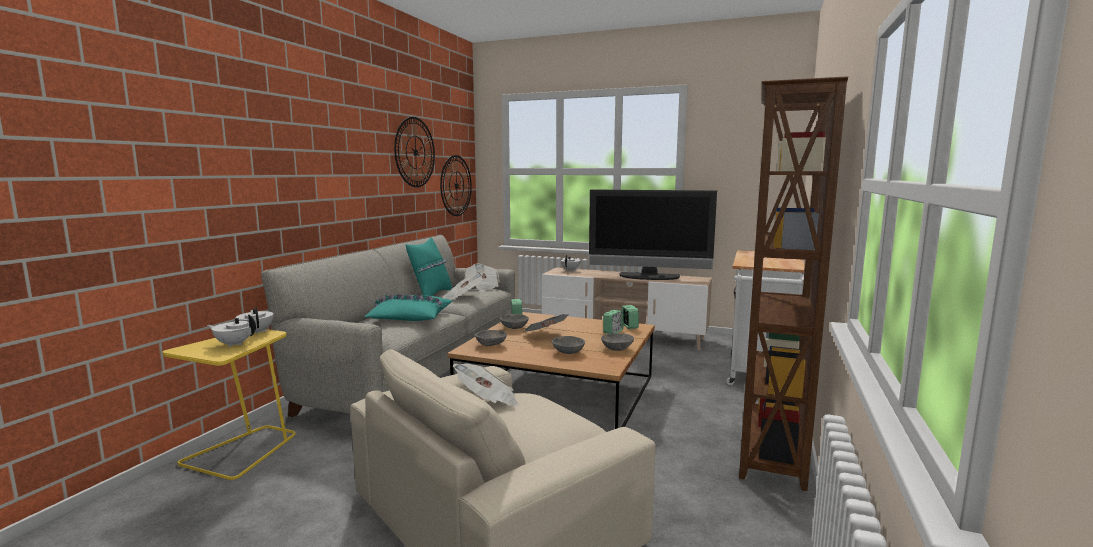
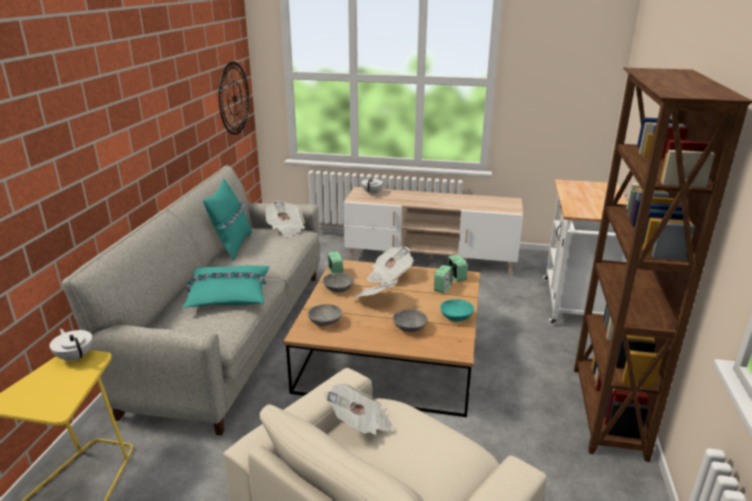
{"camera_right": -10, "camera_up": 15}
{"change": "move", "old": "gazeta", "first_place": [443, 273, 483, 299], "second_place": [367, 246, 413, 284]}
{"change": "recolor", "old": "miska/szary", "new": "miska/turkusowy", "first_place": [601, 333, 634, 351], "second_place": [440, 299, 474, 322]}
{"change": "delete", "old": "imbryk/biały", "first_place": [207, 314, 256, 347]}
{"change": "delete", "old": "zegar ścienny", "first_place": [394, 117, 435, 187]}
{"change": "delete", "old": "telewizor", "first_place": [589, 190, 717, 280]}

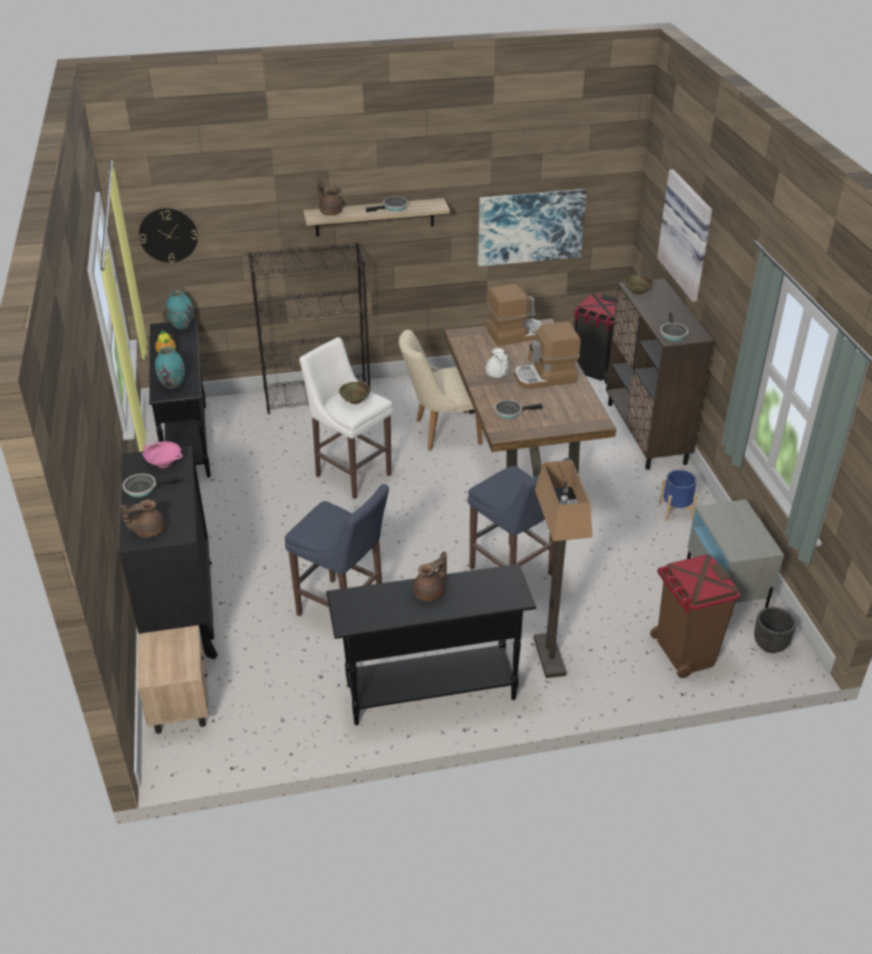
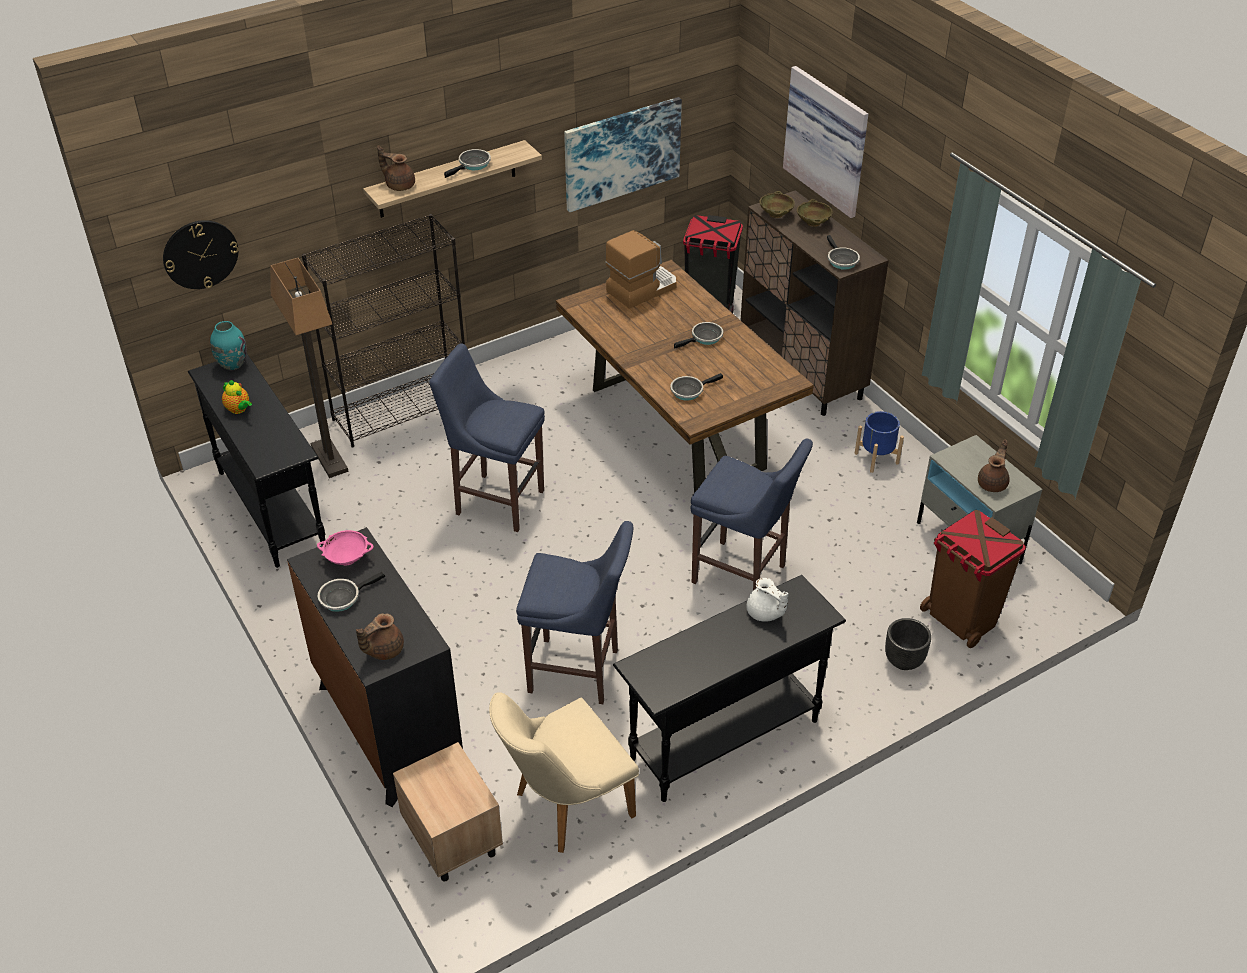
{"camera_right": -20, "camera_up": 5}
{"change": "move", "old": "lampa stojąca", "first_place": [534, 460, 593, 678], "second_place": [270, 258, 349, 478]}
{"change": "recolor", "old": "stołek/biały", "new": "stołek/niebieski", "first_place": [299, 337, 393, 499], "second_place": [429, 344, 545, 532]}
{"change": "move", "old": "krzesło/beżowy", "first_place": [399, 330, 482, 450], "second_place": [489, 692, 639, 853]}
{"change": "replace", "old": "ekspres do kawy", "new": "patelnia", "first_place": [514, 322, 581, 389], "second_place": [674, 322, 723, 349]}
{"change": "move", "old": "imbryk/biały", "first_place": [486, 348, 509, 378], "second_place": [747, 578, 788, 622]}
{"change": "move", "old": "miska/beżowy", "first_place": [339, 381, 370, 404], "second_place": [797, 199, 833, 227]}
{"change": "move", "old": "donica/czarny", "first_place": [754, 607, 796, 653], "second_place": [885, 618, 931, 670]}
{"change": "move", "old": "imbryk/brązowy", "first_place": [413, 551, 447, 601], "second_place": [978, 440, 1010, 492]}
{"change": "delete", "old": "wazon/turkusowy", "first_place": [155, 347, 185, 389]}

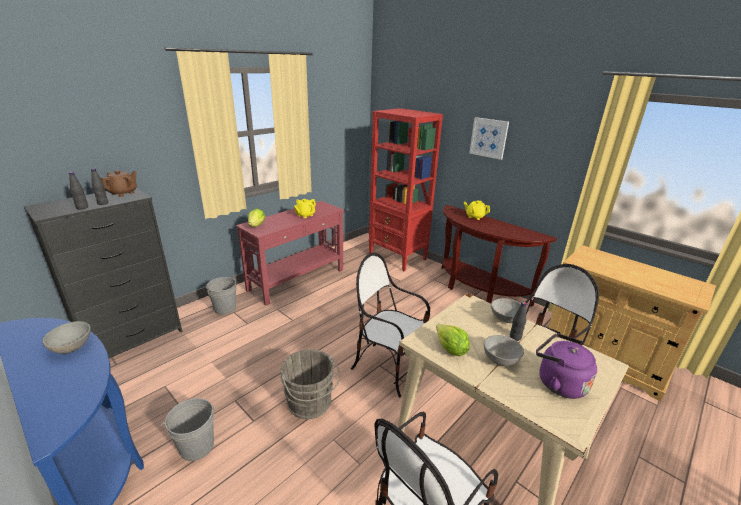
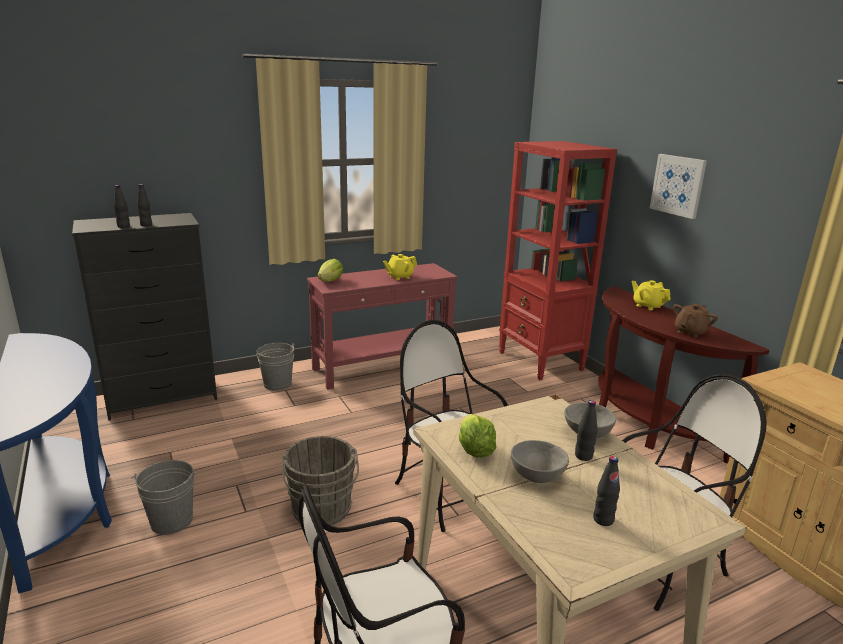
{"camera_right": 20, "camera_up": -5}
{"change": "replace", "old": "czajnik/fioletowy", "new": "butelka/czarny", "first_place": [536, 334, 597, 399], "second_place": [593, 456, 620, 526]}
{"change": "move", "old": "imbryk/brązowy", "first_place": [101, 170, 137, 197], "second_place": [673, 304, 718, 338]}
{"change": "delete", "old": "miska/szary", "first_place": [43, 321, 91, 354]}

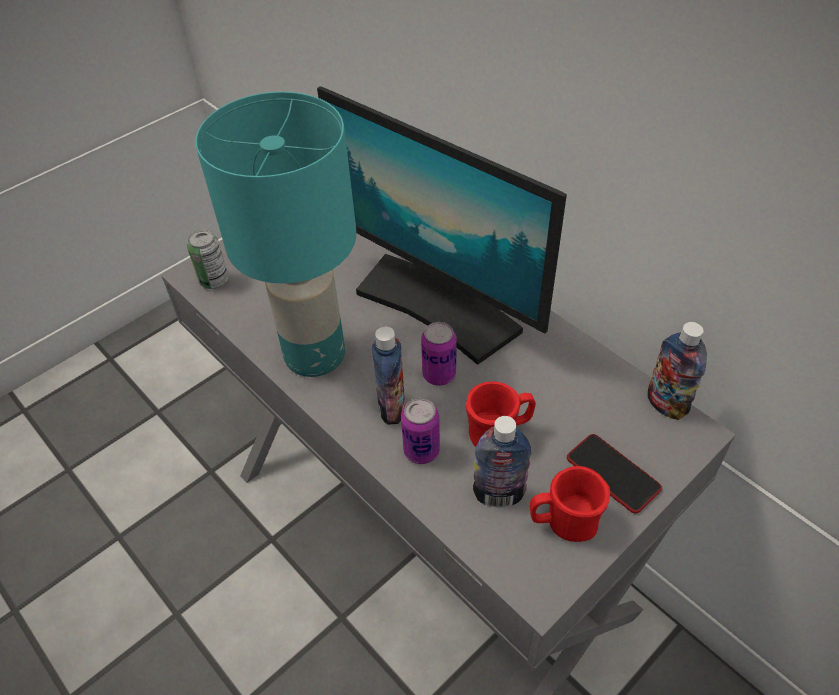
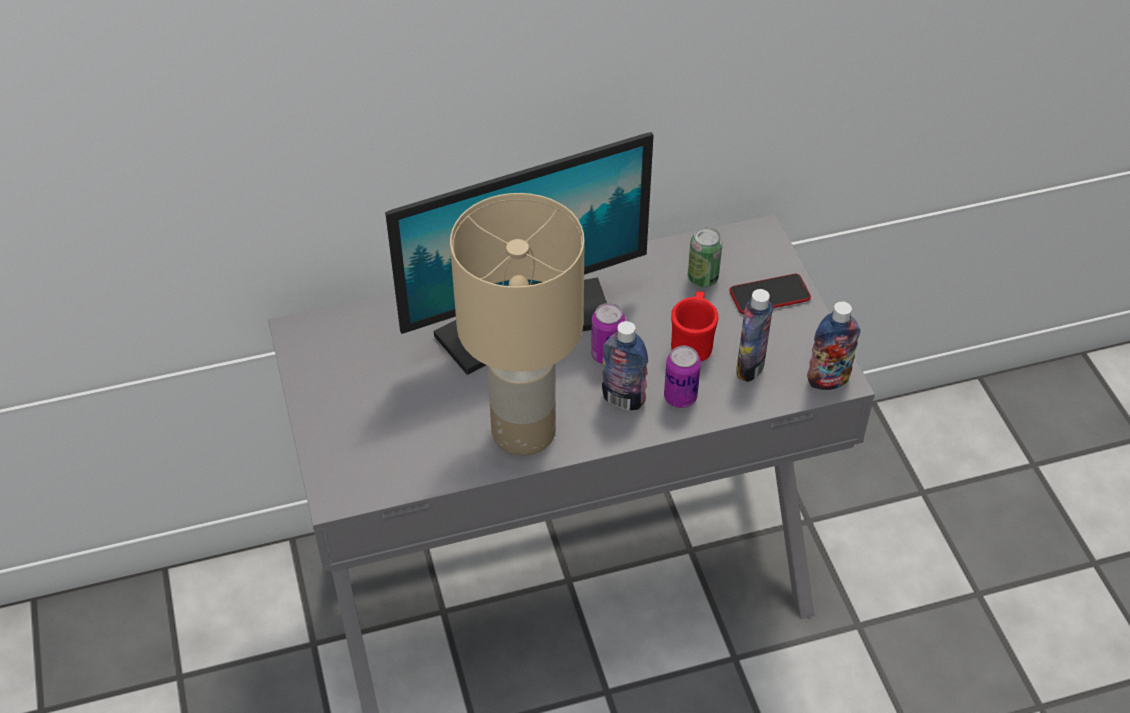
{"camera_right": -65, "camera_up": 0}
{"change": "recolor", "old": "lampa stołowa/turkusowy", "new": "lampa stołowa/beżowy", "first_place": [195, 92, 356, 377], "second_place": [450, 193, 584, 456]}
{"change": "move", "old": "puszka", "first_place": [187, 230, 229, 289], "second_place": [688, 227, 722, 287]}
{"change": "move", "old": "butelka", "first_place": [647, 322, 707, 420], "second_place": [807, 302, 860, 390]}
{"change": "delete", "old": "kubek/czerwony", "first_place": [530, 466, 610, 542]}

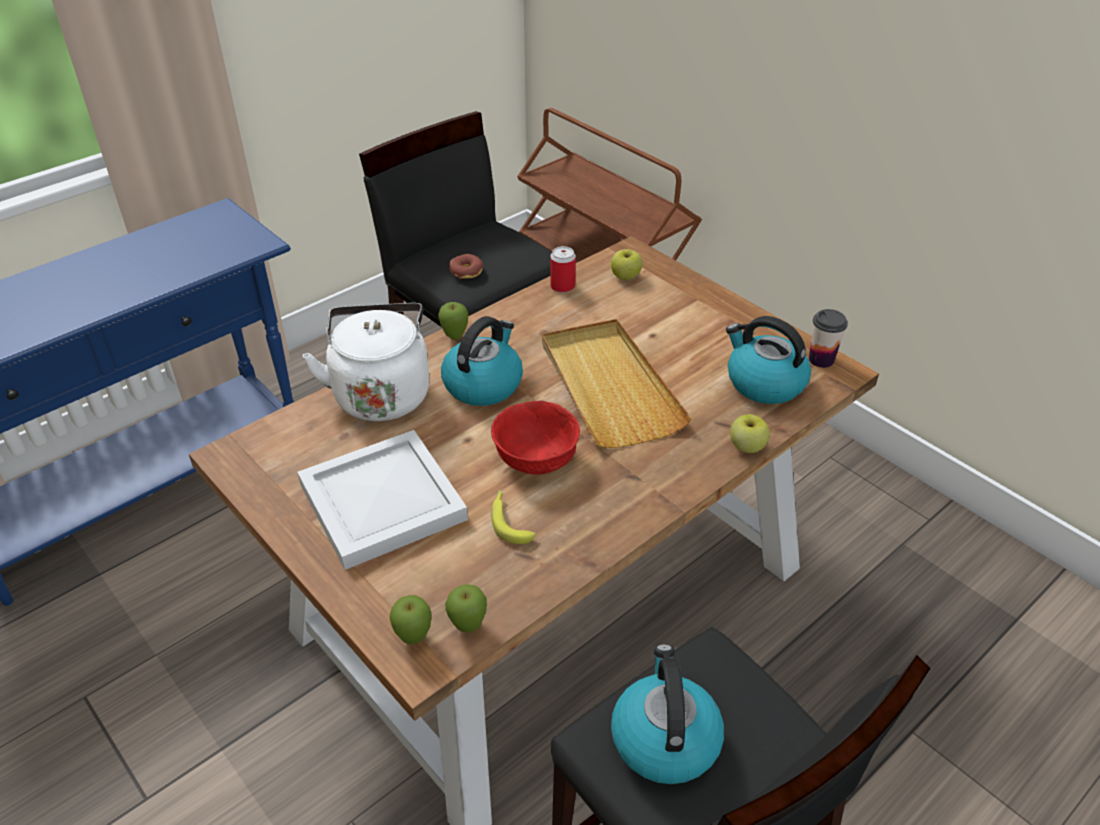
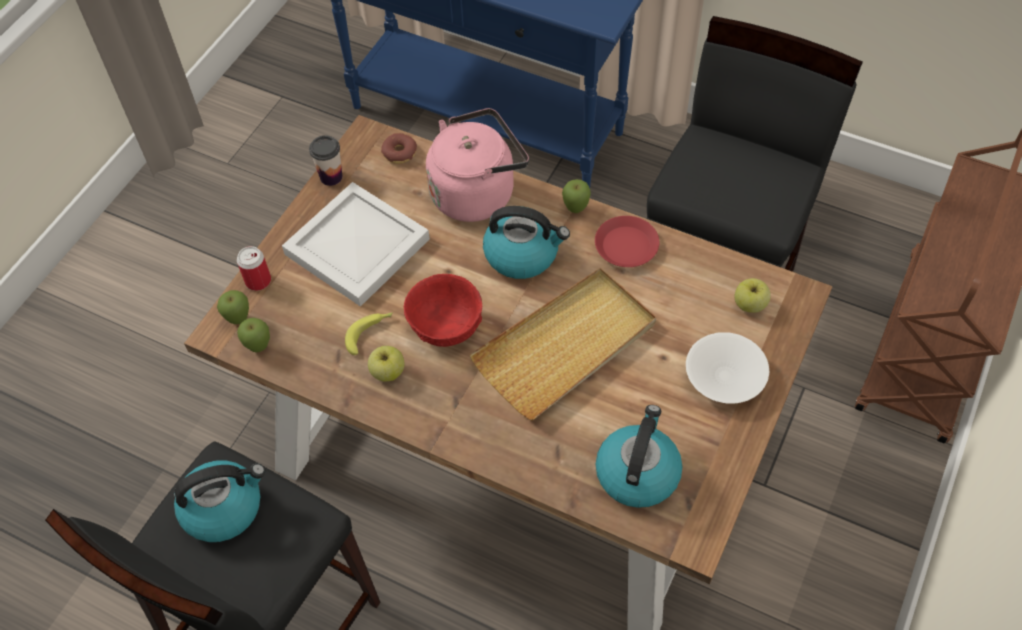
{"camera_right": 70, "camera_up": 15}
{"change": "move", "old": "puszka", "first_place": [550, 246, 576, 293], "second_place": [237, 246, 271, 291]}
{"change": "move", "old": "filiżanka", "first_place": [809, 309, 848, 368], "second_place": [309, 135, 342, 186]}
{"change": "move", "old": "jabłko", "first_place": [730, 414, 770, 453], "second_place": [368, 346, 404, 381]}
{"change": "move", "old": "donut", "first_place": [449, 254, 483, 279], "second_place": [381, 133, 417, 164]}
{"change": "recolor", "old": "czajnik/biały", "new": "czajnik/różowy", "first_place": [303, 303, 430, 421], "second_place": [426, 108, 529, 222]}
{"change": "insert", "new": "talerz/czerwony", "second_place": [595, 216, 659, 267]}
{"change": "insert", "new": "miska/biały", "second_place": [686, 332, 769, 403]}

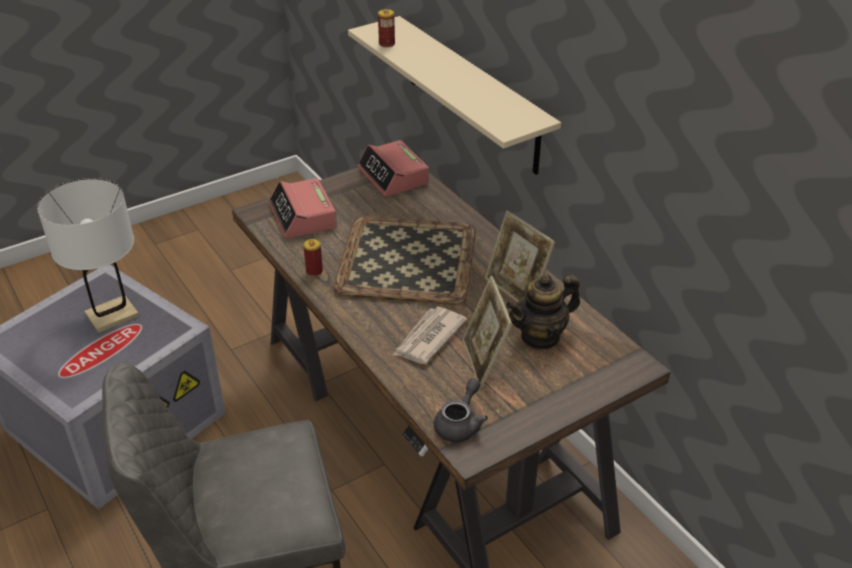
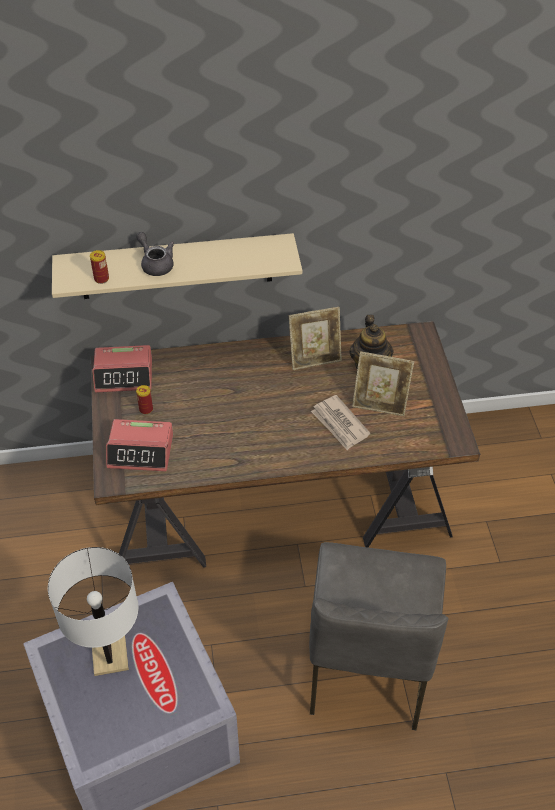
{"camera_right": -65, "camera_up": 10}
{"change": "move", "old": "imbryk/szary", "first_place": [434, 378, 488, 442], "second_place": [136, 232, 174, 276]}
{"change": "move", "old": "puszka", "first_place": [303, 239, 323, 276], "second_place": [136, 385, 153, 414]}
{"change": "delete", "old": "taca", "first_place": [333, 216, 476, 305]}

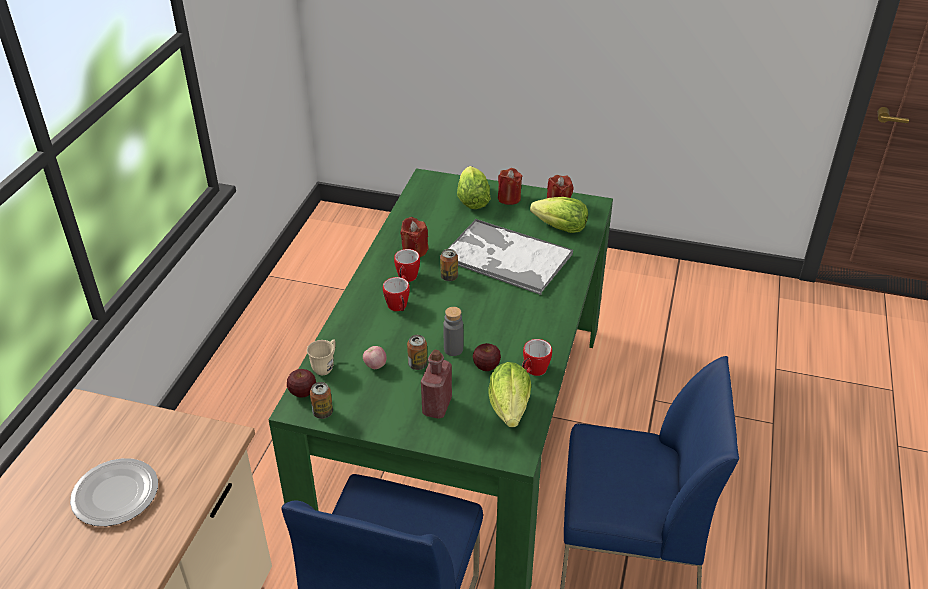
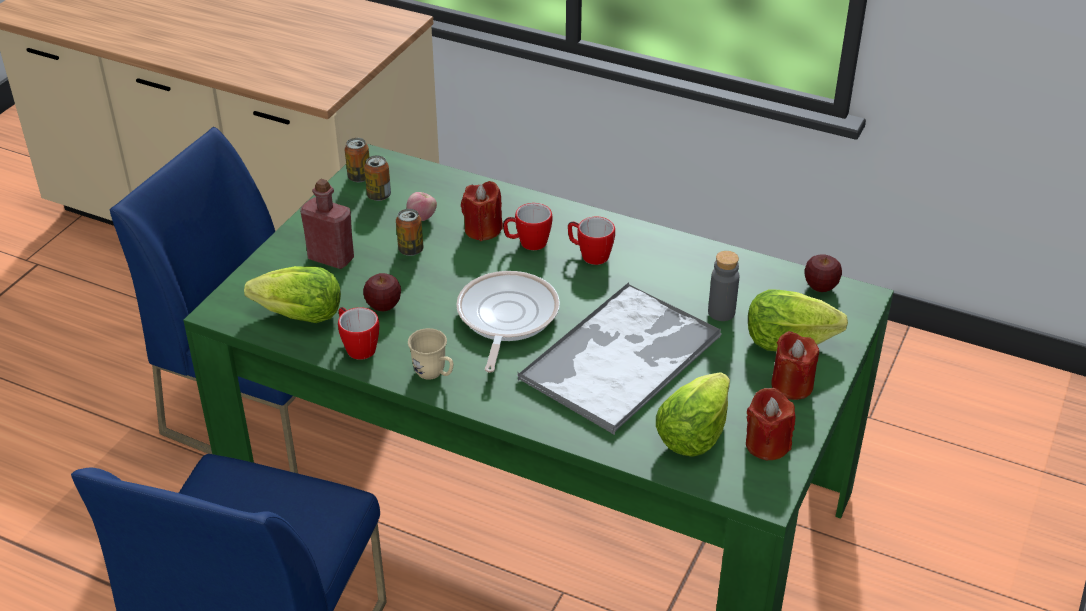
{"camera_right": 100, "camera_up": 0}
{"change": "move", "old": "puszka", "first_place": [440, 249, 458, 281], "second_place": [364, 156, 391, 201]}
{"change": "move", "old": "kubek/beżowy", "first_place": [307, 339, 336, 375], "second_place": [408, 328, 454, 380]}
{"change": "insert", "new": "patelnia", "second_place": [456, 271, 560, 373]}
{"change": "move", "old": "świeca/czerwony", "first_place": [400, 217, 428, 257], "second_place": [461, 181, 503, 241]}
{"change": "move", "old": "butelka/szary", "first_place": [443, 307, 463, 356], "second_place": [708, 251, 740, 321]}
{"change": "move", "old": "jabłko", "first_place": [287, 369, 316, 398], "second_place": [804, 254, 842, 292]}
{"change": "delete", "old": "talerz", "first_place": [70, 458, 158, 526]}

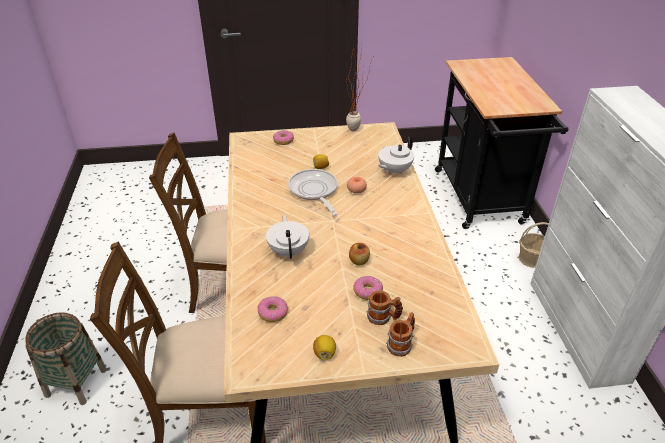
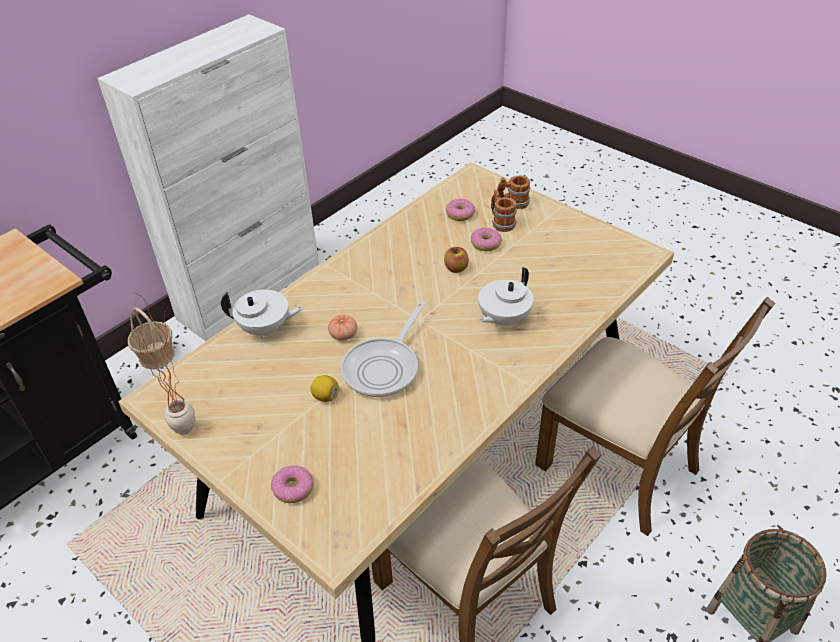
{"camera_right": -130, "camera_up": 5}
{"change": "move", "old": "donut", "first_place": [258, 296, 288, 322], "second_place": [446, 198, 475, 221]}
{"change": "delete", "old": "cytryna", "first_place": [313, 335, 336, 360]}

